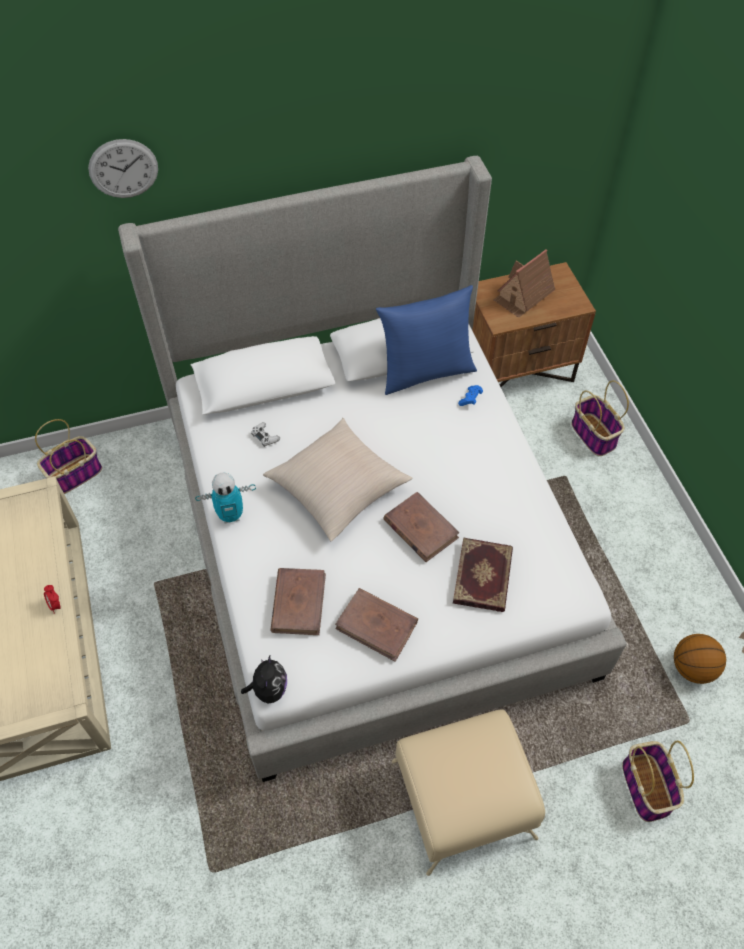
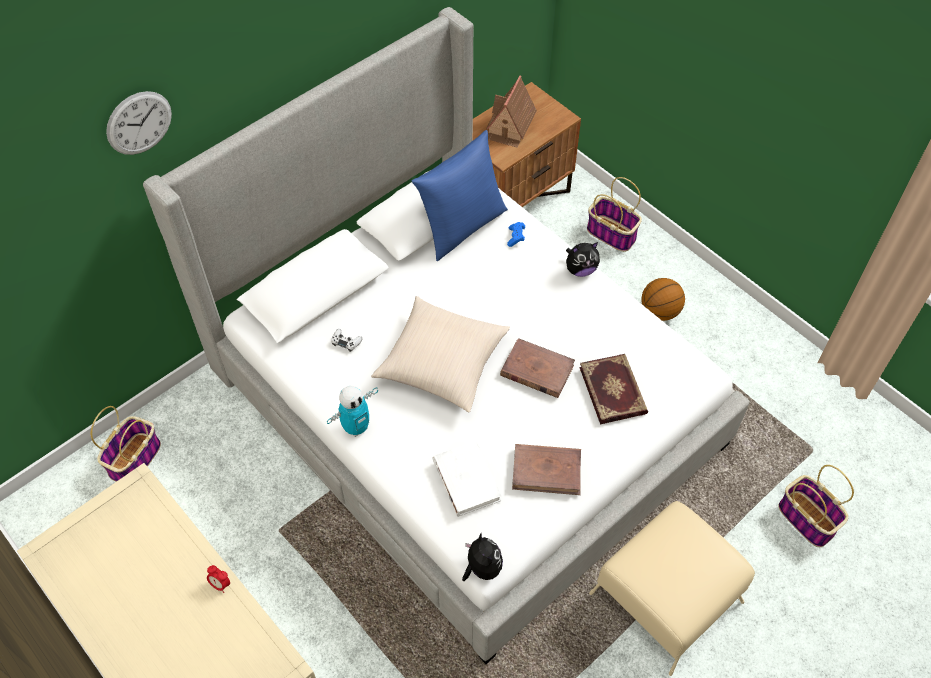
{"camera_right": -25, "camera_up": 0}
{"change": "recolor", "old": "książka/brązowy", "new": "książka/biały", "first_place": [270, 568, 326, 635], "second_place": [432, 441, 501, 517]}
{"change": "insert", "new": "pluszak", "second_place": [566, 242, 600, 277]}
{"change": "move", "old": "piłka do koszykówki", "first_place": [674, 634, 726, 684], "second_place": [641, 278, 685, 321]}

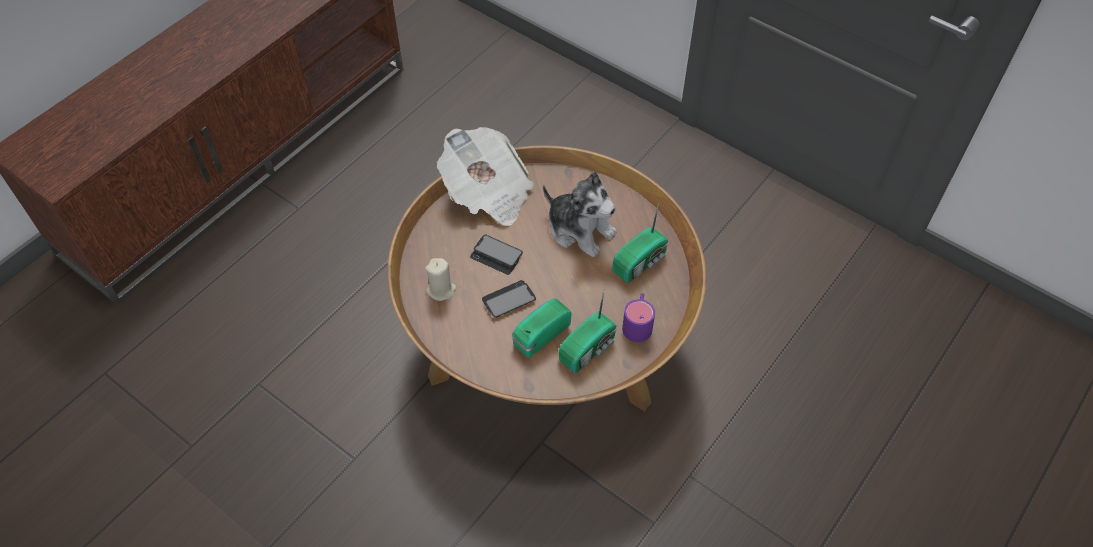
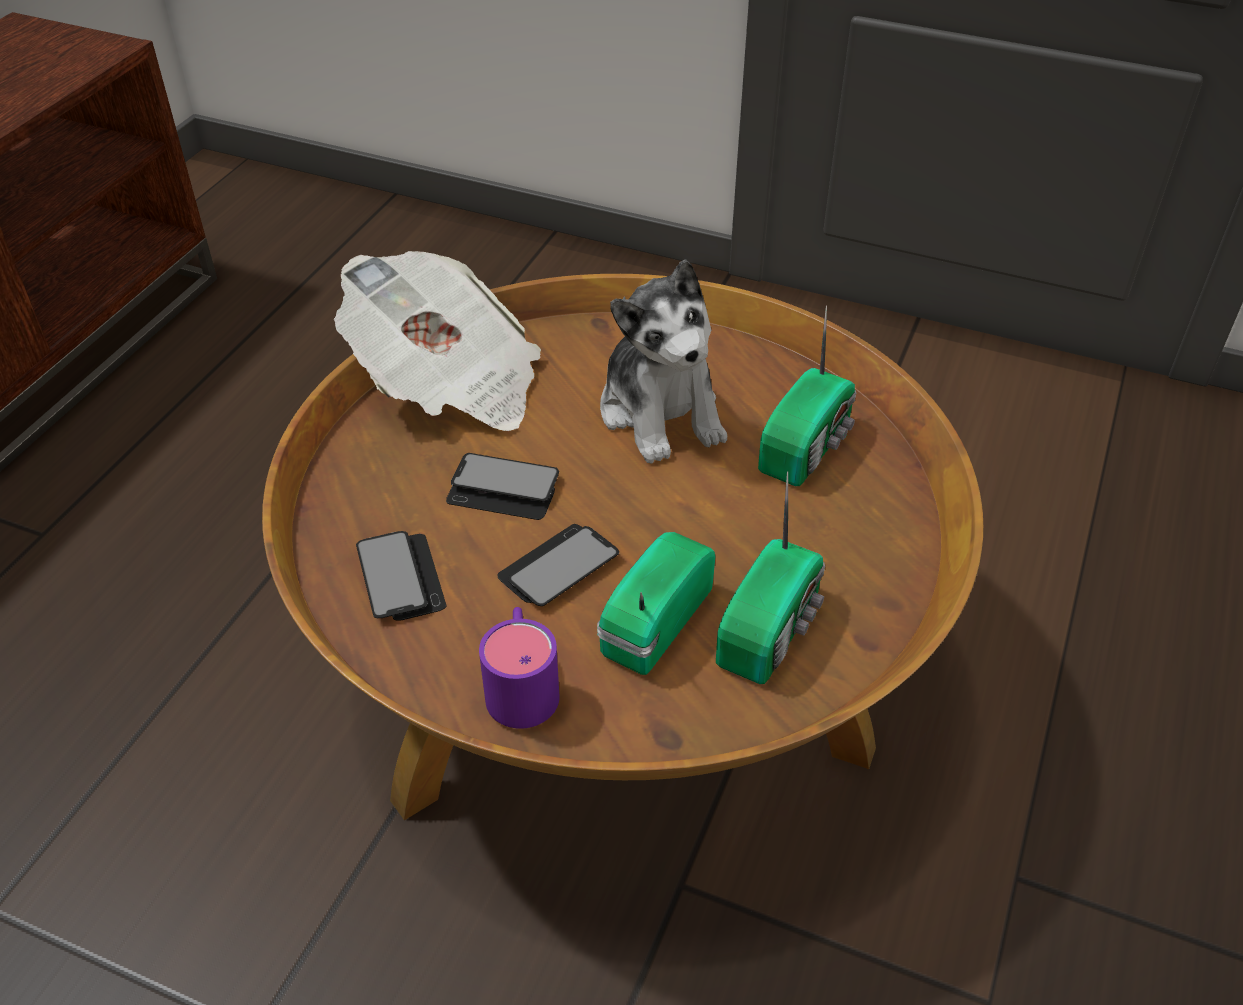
{"camera_right": -15, "camera_up": -10}
{"change": "replace", "old": "świeca/beżowy", "new": "telefon", "first_place": [425, 258, 457, 301], "second_place": [356, 531, 447, 621]}
{"change": "move", "old": "kubek/fioletowy", "first_place": [622, 293, 655, 342], "second_place": [479, 607, 559, 729]}
{"change": "rotate", "old": "pluszak", "first_place": [543, 172, 617, 257], "second_place": [600, 259, 727, 464], "degrees": 45}

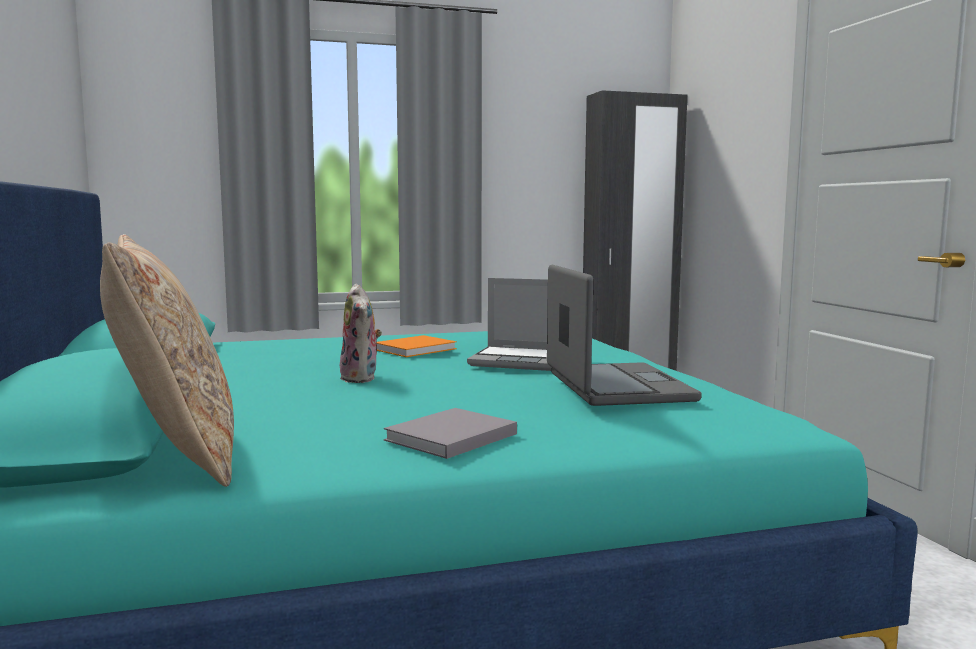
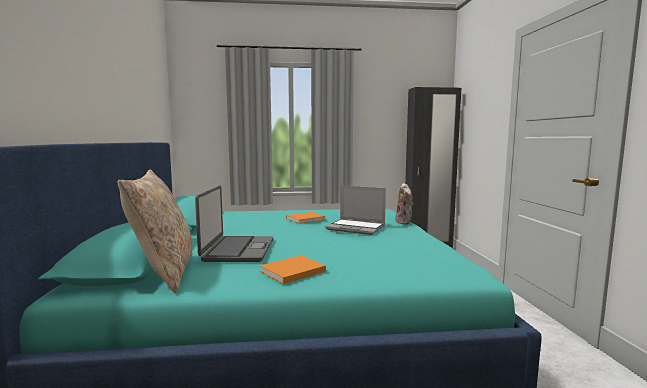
{"camera_right": 10, "camera_up": 0}
{"change": "move", "old": "laptop", "first_place": [547, 265, 702, 406], "second_place": [195, 186, 273, 262]}
{"change": "recolor", "old": "książka/szary", "new": "książka/pomarańczowy", "first_place": [384, 408, 517, 459], "second_place": [260, 255, 326, 284]}
{"change": "move", "old": "pluszak", "first_place": [340, 284, 382, 383], "second_place": [395, 183, 414, 224]}

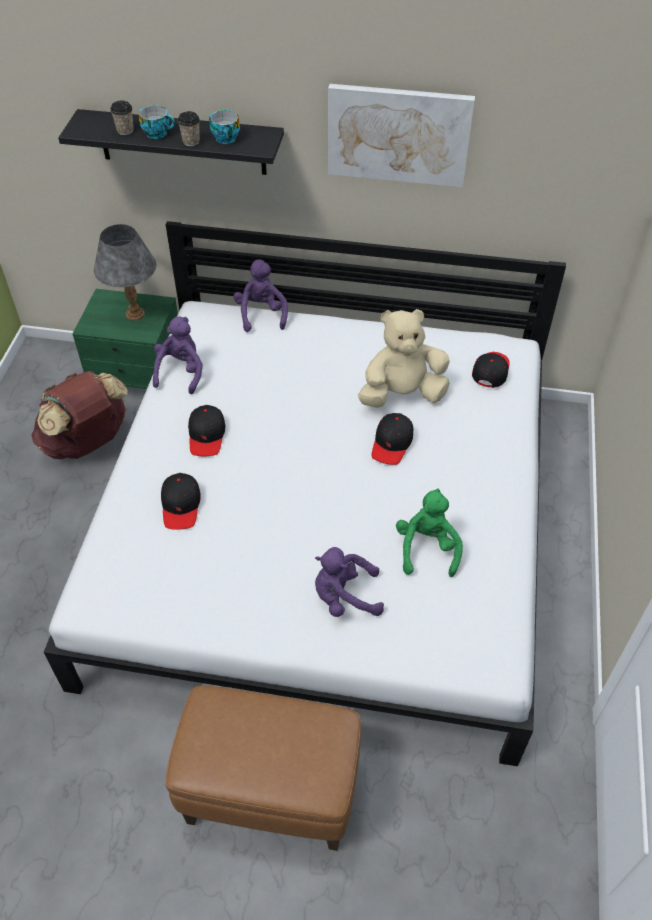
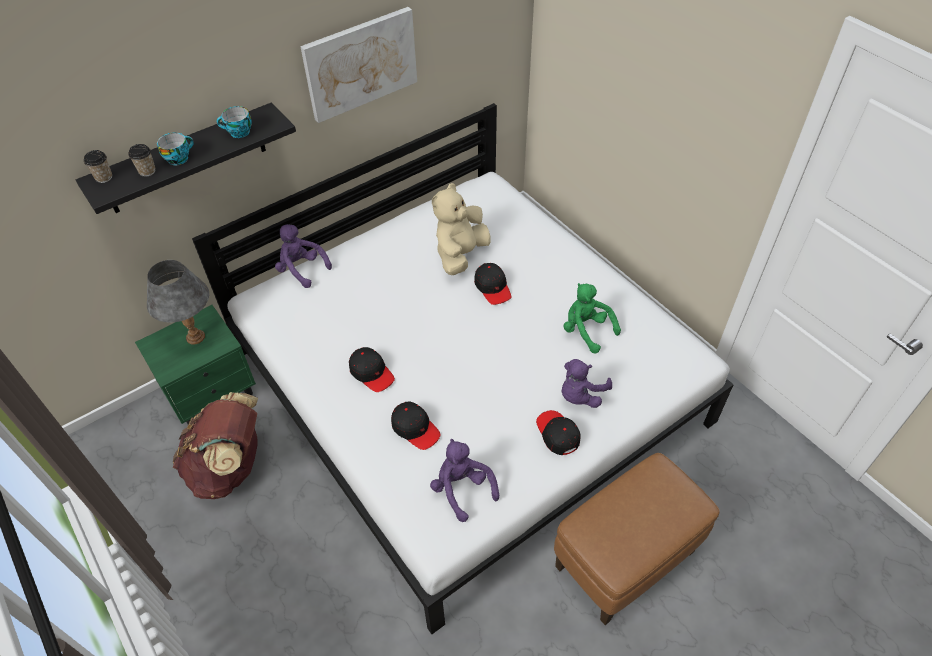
{"camera_right": -45, "camera_up": 0}
{"change": "move", "old": "filiżanka", "first_place": [178, 111, 200, 146], "second_place": [84, 150, 112, 183]}
{"change": "move", "old": "pluszak/fioletowy", "first_place": [153, 316, 203, 394], "second_place": [430, 439, 499, 522]}
{"change": "move", "old": "czapka z daszkiem/czarny", "first_place": [472, 352, 510, 388], "second_place": [536, 410, 581, 455]}

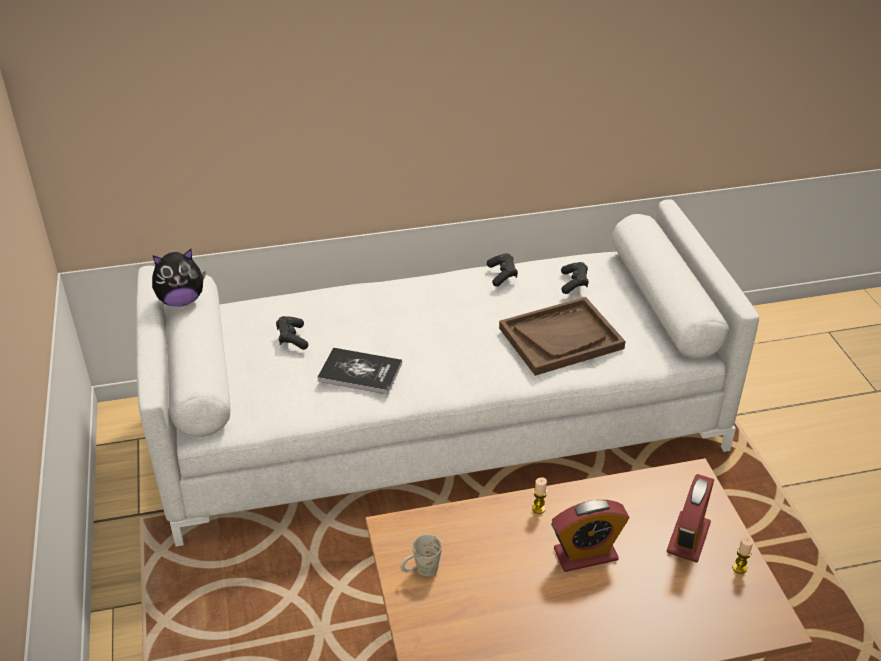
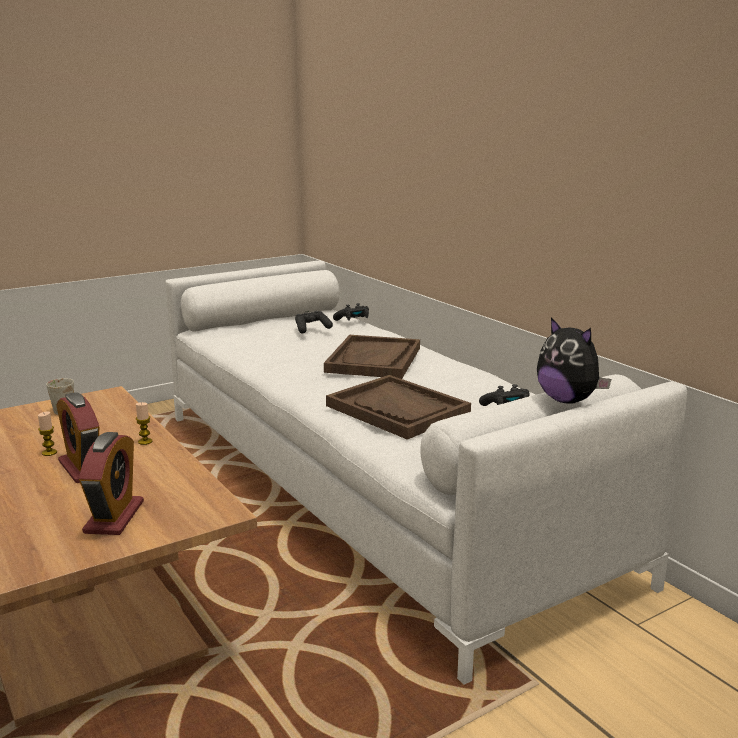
{"camera_right": 70, "camera_up": -20}
{"change": "move", "old": "świeca", "first_place": [732, 536, 753, 574], "second_place": [38, 411, 57, 456]}
{"change": "rotate", "old": "budzik", "first_place": [666, 474, 714, 563], "second_place": [79, 432, 144, 535], "degrees": -90}
{"change": "insert", "new": "taca/brązowy", "second_place": [324, 335, 420, 379]}
{"change": "move", "old": "pad do gier/czarny", "first_place": [487, 253, 518, 287], "second_place": [333, 303, 369, 321]}
{"change": "move", "old": "pluszak", "first_place": [152, 249, 206, 307], "second_place": [537, 317, 611, 404]}
{"change": "delete", "old": "książka", "first_place": [317, 348, 402, 394]}

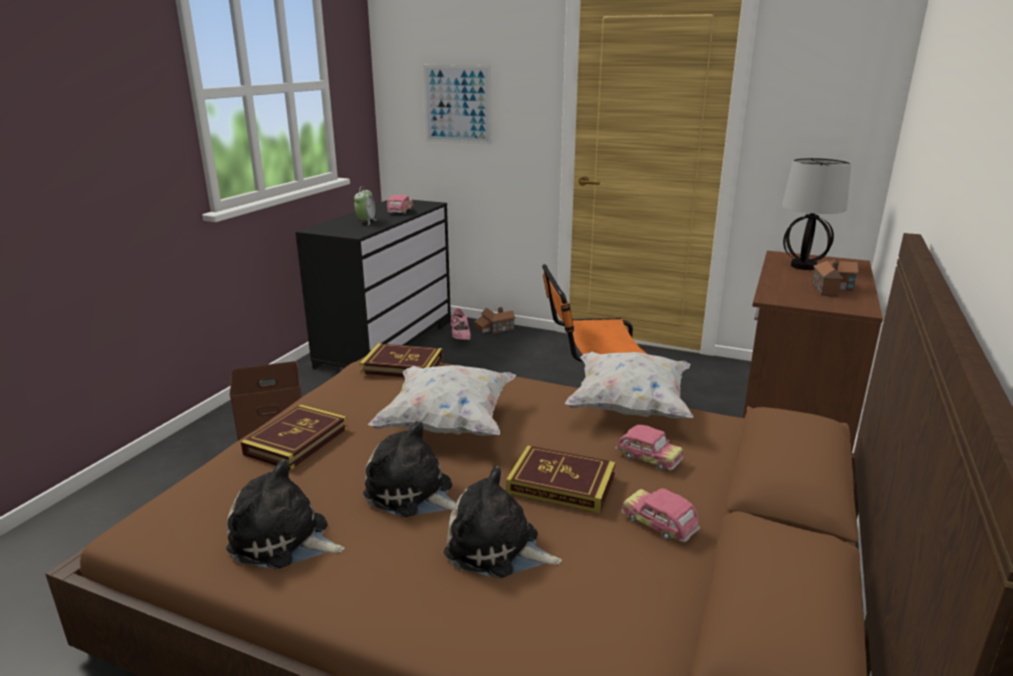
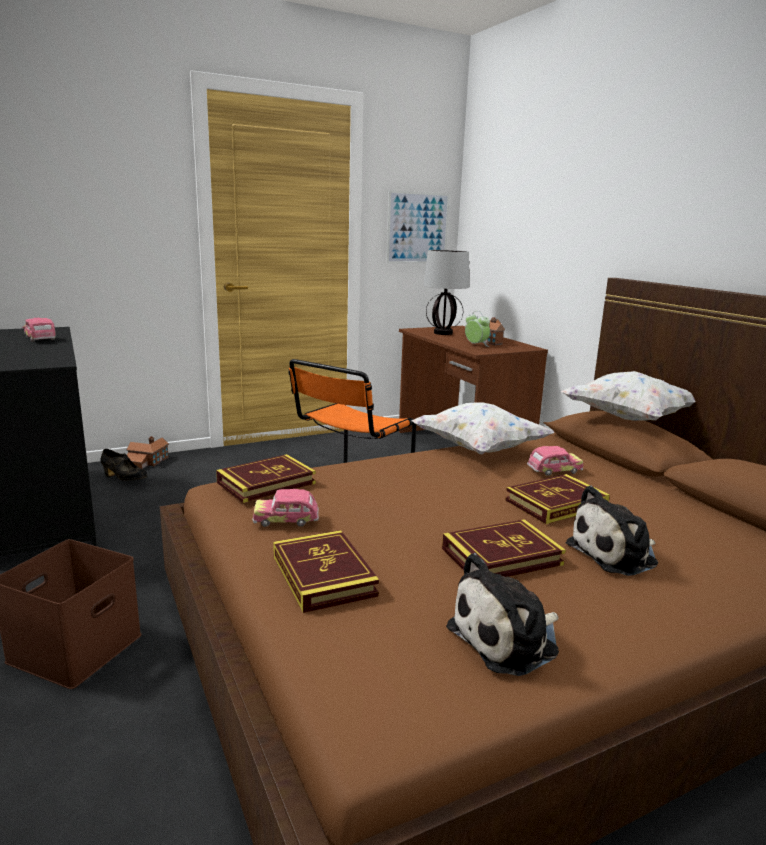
{"camera_right": -50, "camera_up": -5}
{"change": "recolor", "old": "but/różowy", "new": "but/czarny", "first_place": [451, 308, 471, 340], "second_place": [101, 449, 147, 481]}
{"change": "move", "old": "samochodzik", "first_place": [622, 488, 700, 542], "second_place": [252, 489, 319, 527]}
{"change": "move", "old": "obraz", "first_place": [423, 65, 492, 145], "second_place": [386, 190, 450, 264]}
{"change": "replace", "old": "pluszak", "new": "książka", "first_place": [363, 421, 456, 517], "second_place": [442, 519, 566, 577]}
{"change": "move", "old": "budzik", "first_place": [354, 186, 376, 225], "second_place": [465, 311, 490, 347]}
{"change": "move", "old": "poduszka/biały", "first_place": [368, 365, 516, 436], "second_place": [561, 371, 695, 421]}

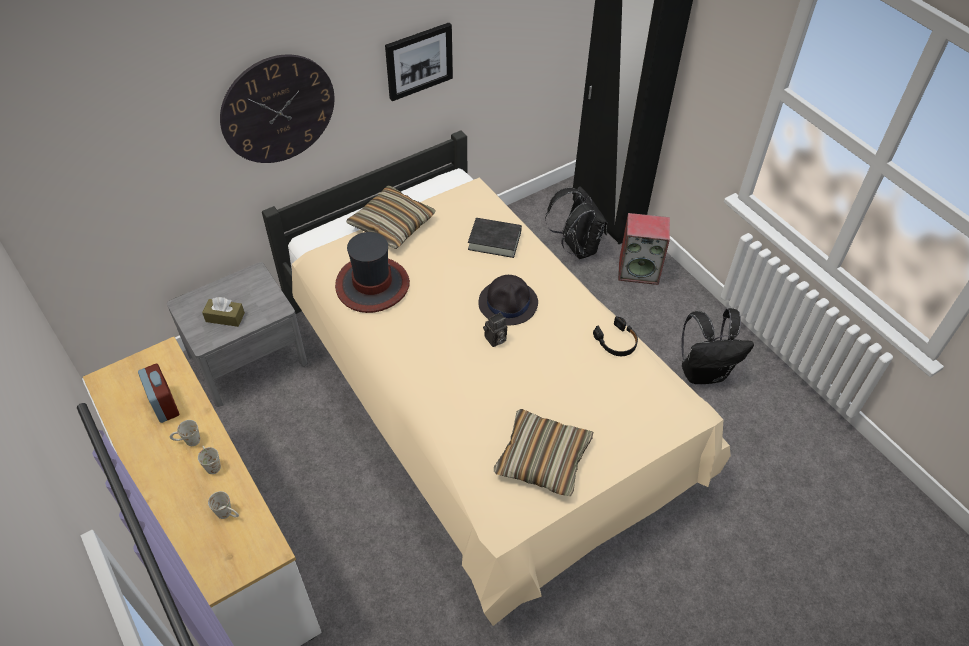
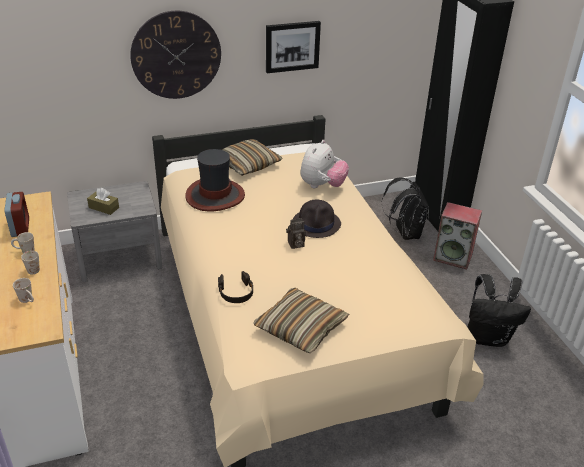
{"camera_right": 15, "camera_up": -15}
{"change": "move", "old": "słuchawki/czarny", "first_place": [593, 316, 638, 356], "second_place": [218, 271, 253, 303]}
{"change": "replace", "old": "książka/czarny", "new": "pluszak", "first_place": [468, 218, 522, 258], "second_place": [300, 140, 349, 188]}

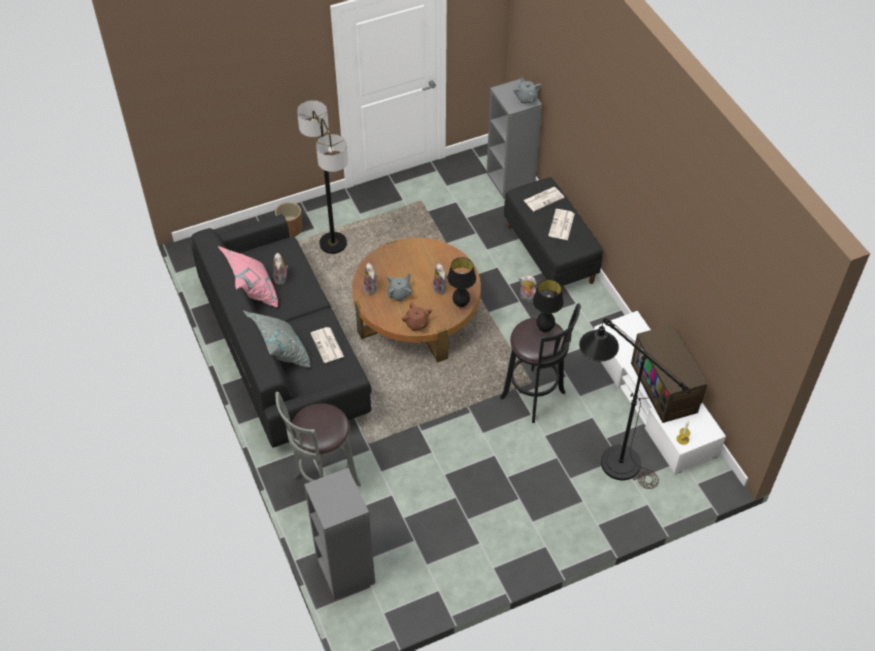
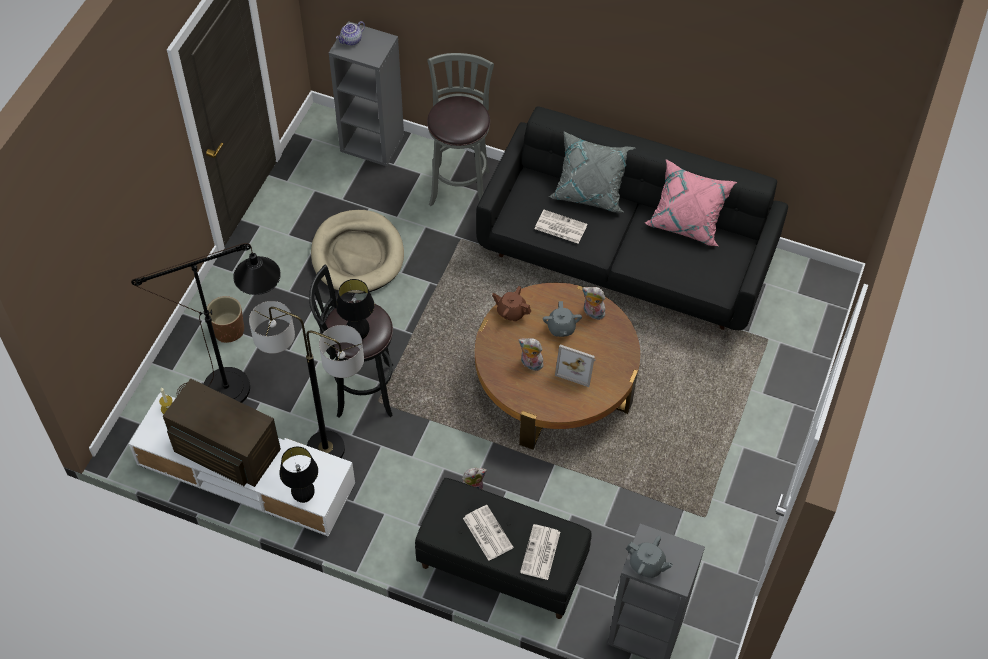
{"camera_right": 135, "camera_up": 5}
{"change": "move", "old": "donica/brązowy", "first_place": [275, 202, 302, 237], "second_place": [207, 296, 244, 343]}
{"change": "move", "old": "lampa stojąca", "first_place": [297, 100, 348, 254], "second_place": [249, 301, 364, 458]}
{"change": "move", "old": "lampa stołowa/czarny", "first_place": [447, 257, 476, 307], "second_place": [279, 447, 318, 503]}
{"change": "insert", "new": "legowisko/beżowy", "second_place": [311, 210, 404, 294]}
{"change": "insert", "new": "imbryk", "second_place": [336, 21, 365, 46]}
{"change": "insert", "new": "ramka na zdjęcie", "second_place": [555, 344, 596, 387]}
{"change": "delete", "old": "pluszak", "first_place": [273, 253, 288, 285]}

